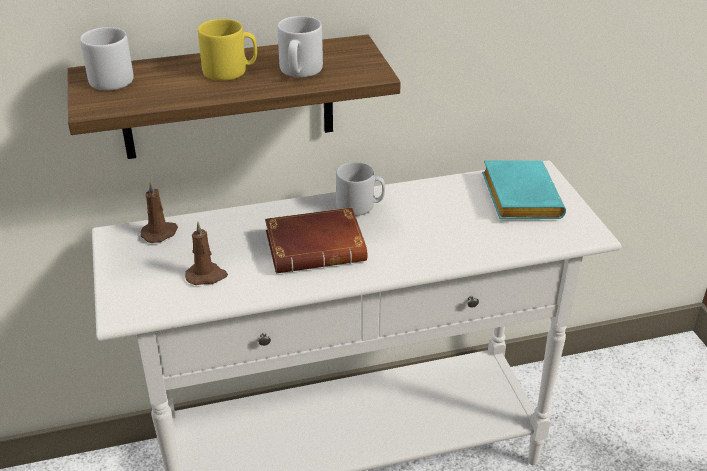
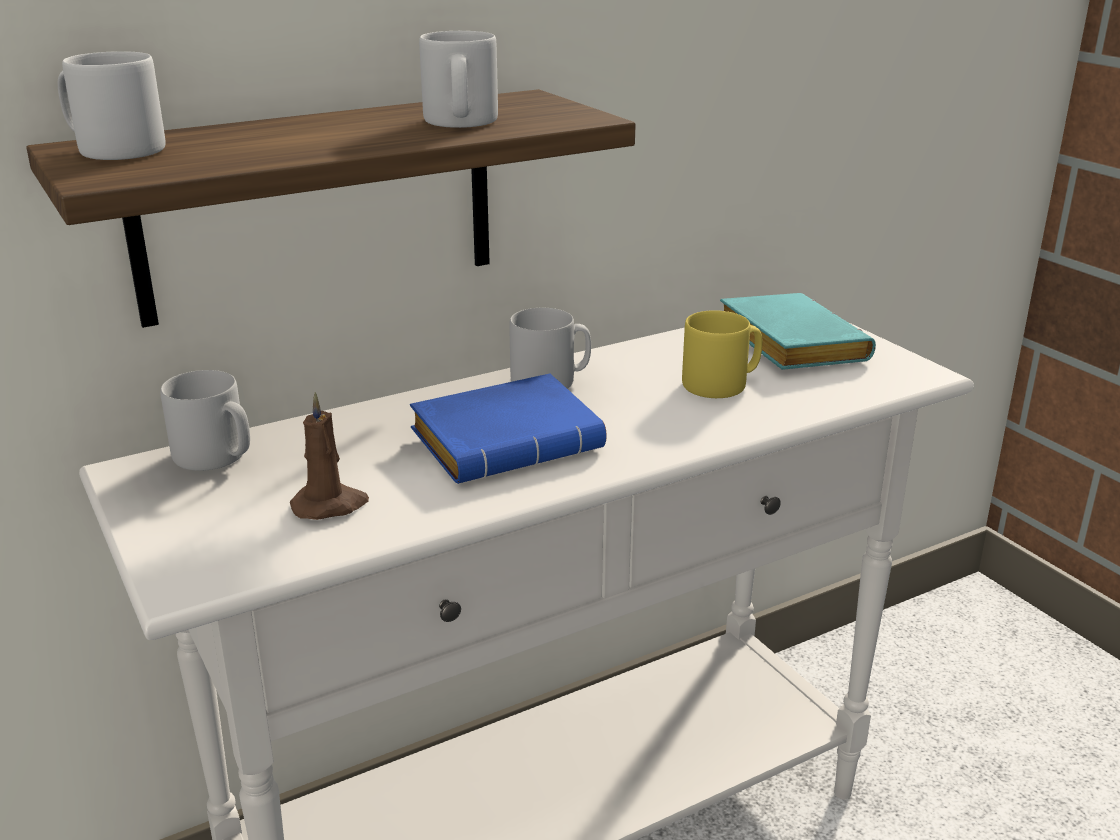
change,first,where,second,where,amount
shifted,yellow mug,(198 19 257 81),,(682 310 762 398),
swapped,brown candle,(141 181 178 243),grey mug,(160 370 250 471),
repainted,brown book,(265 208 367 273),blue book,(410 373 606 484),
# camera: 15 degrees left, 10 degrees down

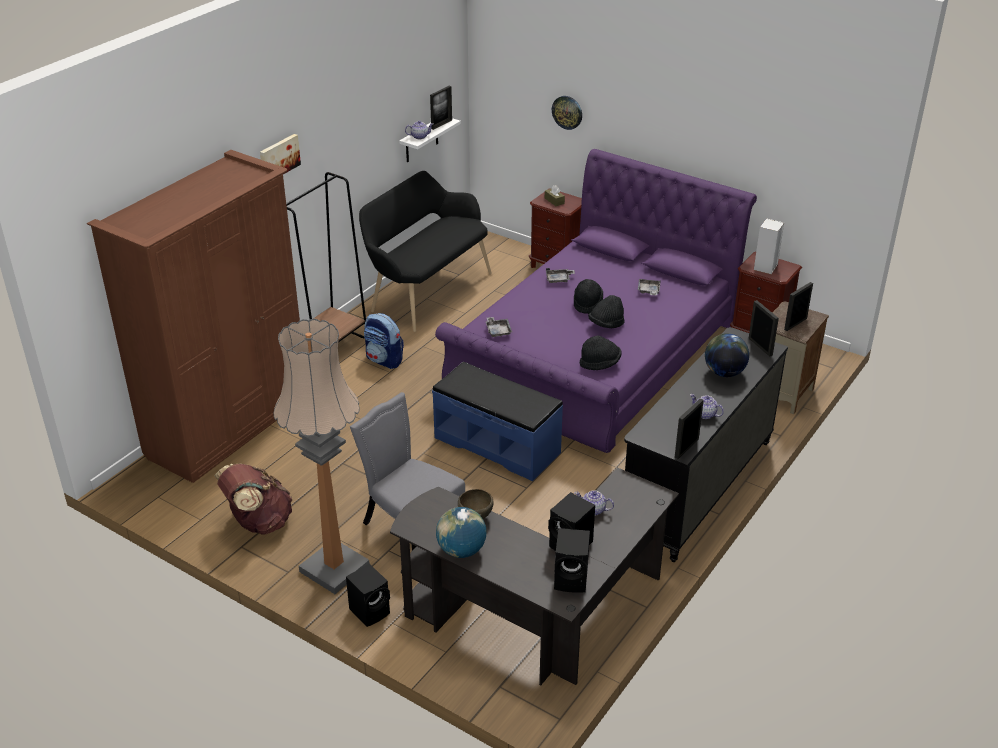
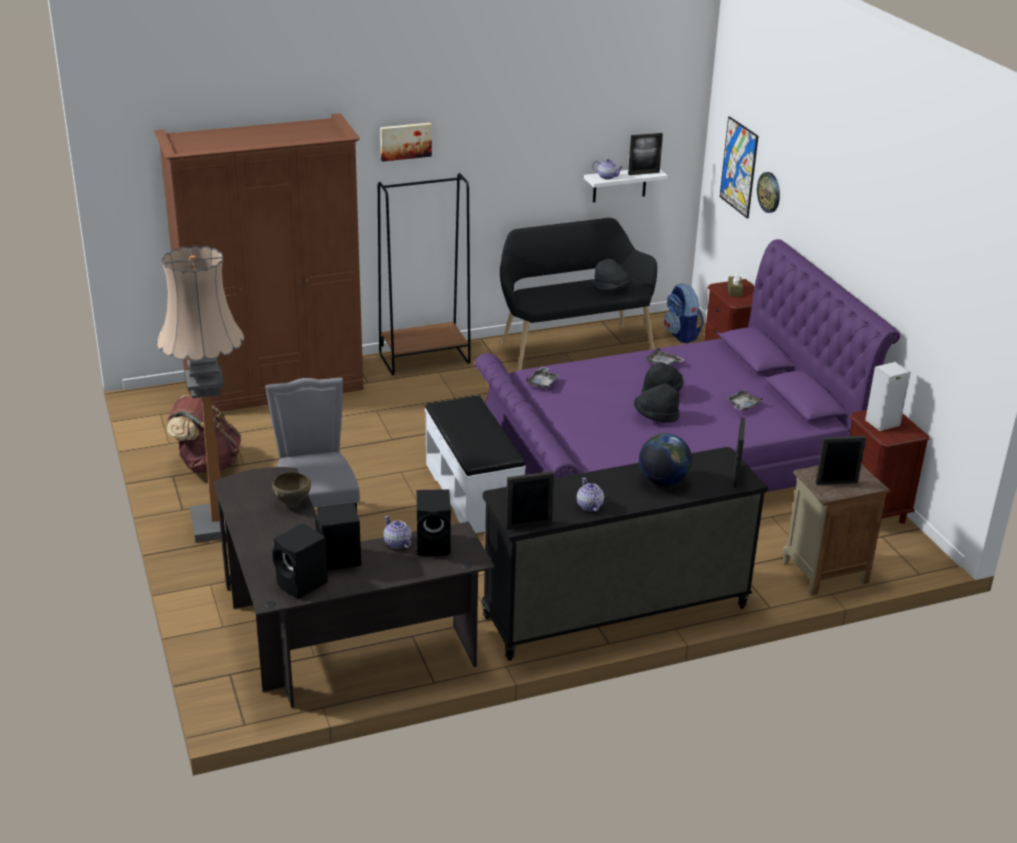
change,first,where,second,where,amount
shifted,backpack,(364 313 404 369),,(664 284 704 343),
shifted,black hat,(580 336 622 370),,(592 259 632 292),
repainted,blue bench,(432 362 563 481),white bench,(425 395 526 533),
gone,globe,(436 507 486 558),,,
shifted,black speaker,(346 564 390 627),,(417 489 451 556),
new,,,picture,(720 116 758 219),
# camera: 35 degrees right, 5 degrees down

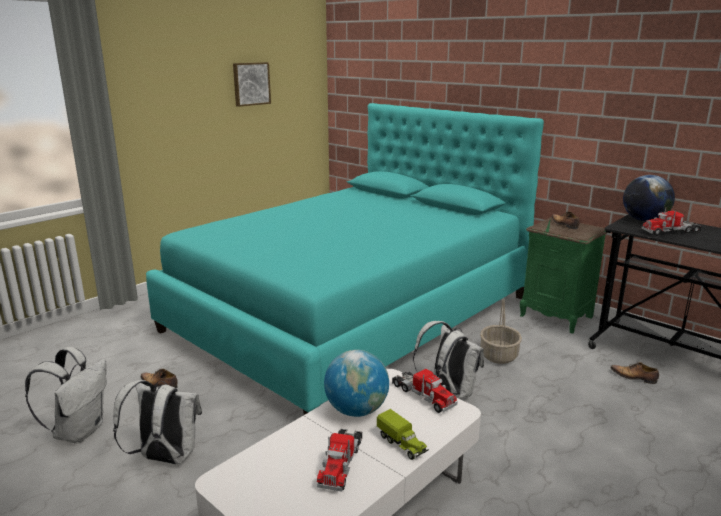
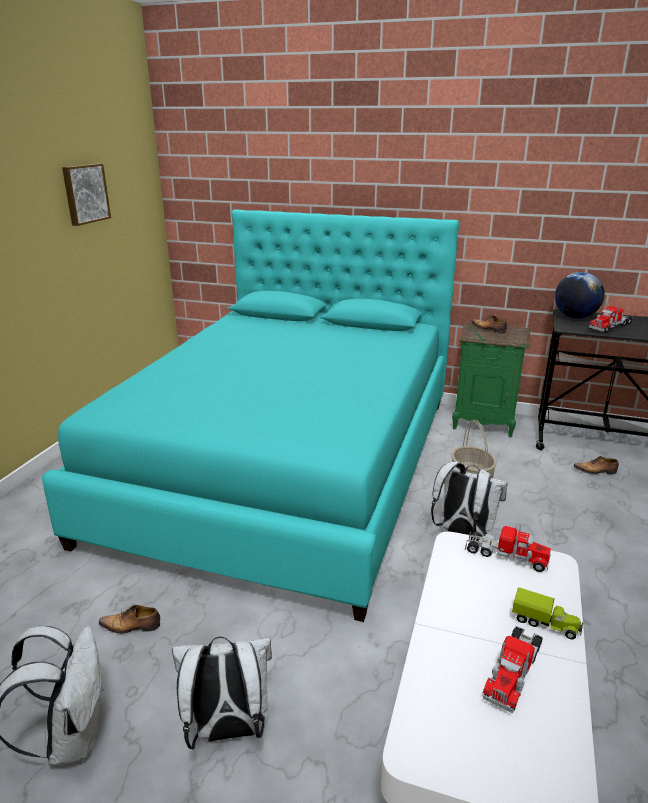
change,first,where,second,where,amount
gone,globe,(324 350 389 417),,,
rotated,toy truck,(317 428 362 492),,(483 626 543 713),45 degrees clockwise
# camera: 25 degrees left, 5 degrees up

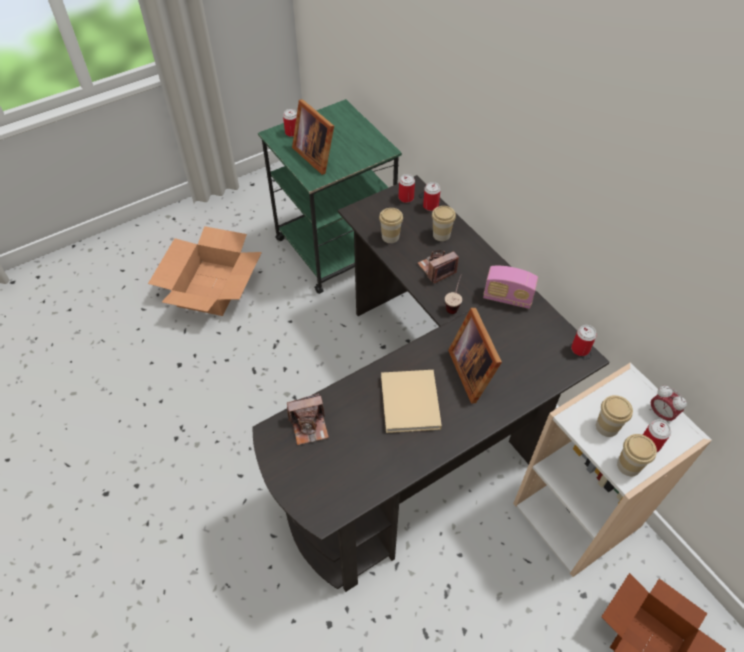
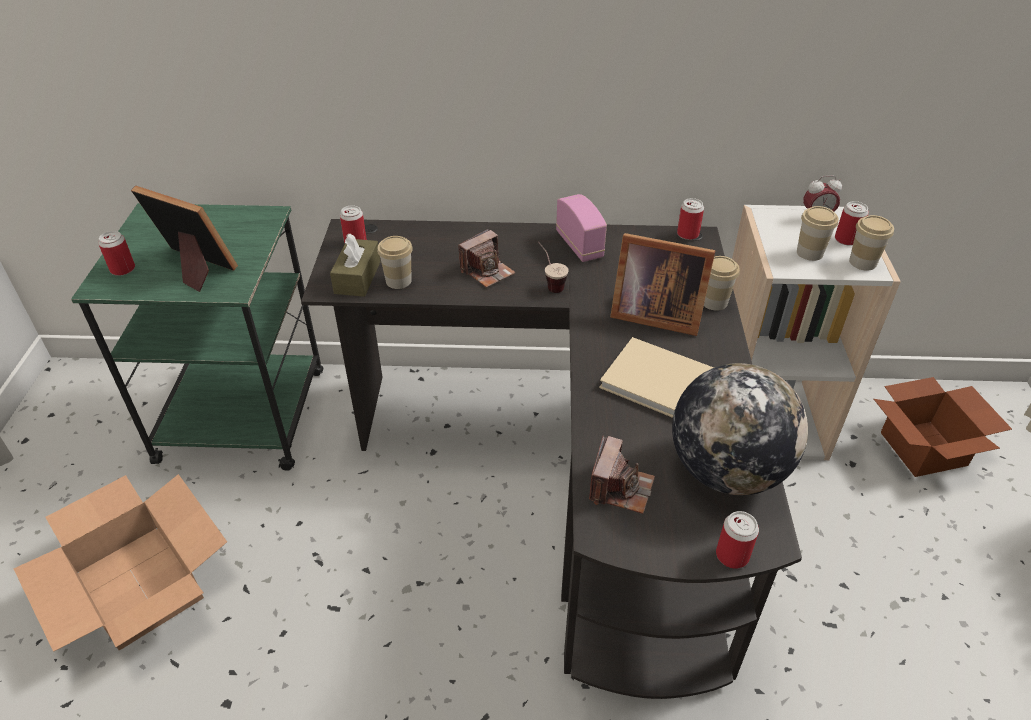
change,first,where,second,where,amount
rotated,picture frame,(292 99 334 175),,(131 186 238 292),150 degrees counterclockwise
shifted,can,(423 182 441 211),,(716 511 759 569),
shifted,cup,(432 206 456 241),,(704 256 740 310),
rotated,photo camera,(418 251 459 284),,(458 229 515 288),135 degrees counterclockwise
rotated,radio,(483 266 538 309),,(556 194 607 262),75 degrees counterclockwise
new,,,brown tissue box,(330 234 381 297),
new,,,globe,(672 363 808 495),
# camera: 55 degrees left, 10 degrees down

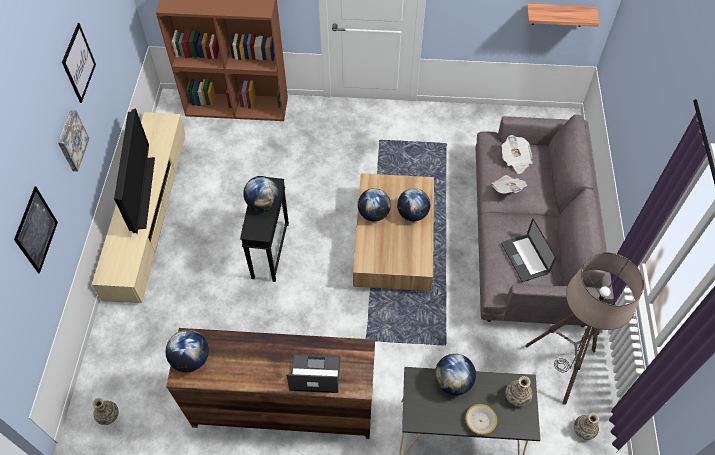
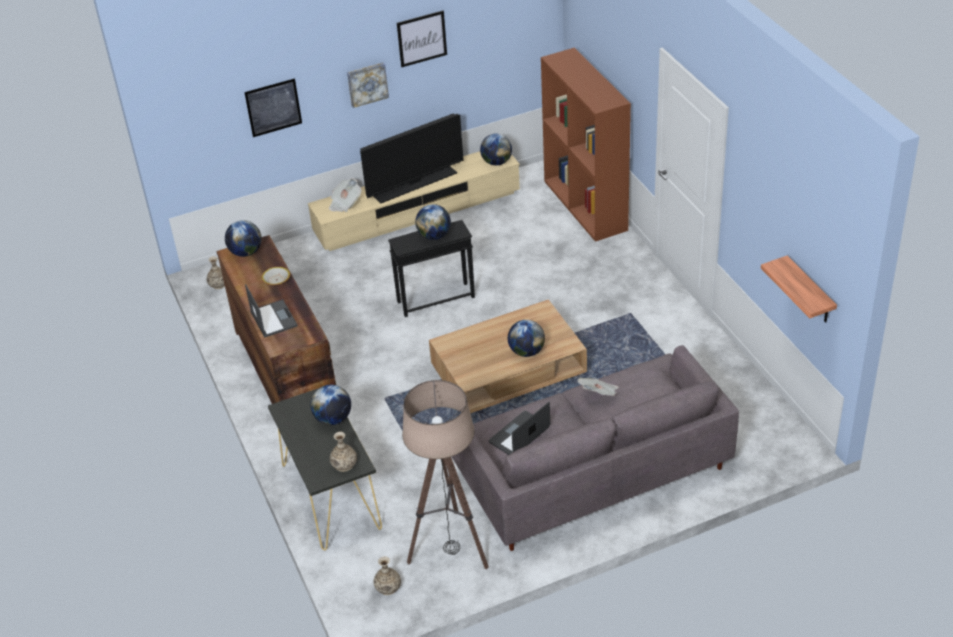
change,first,where,second,where,amount
shifted,newspaper,(502 135 533 174),,(329 178 361 212),
shifted,globe,(358 188 391 221),,(480 134 512 166),
shifted,bowl,(465 404 497 435),,(262 267 290 285),
# camera: 65 degrees right, 15 degrees down

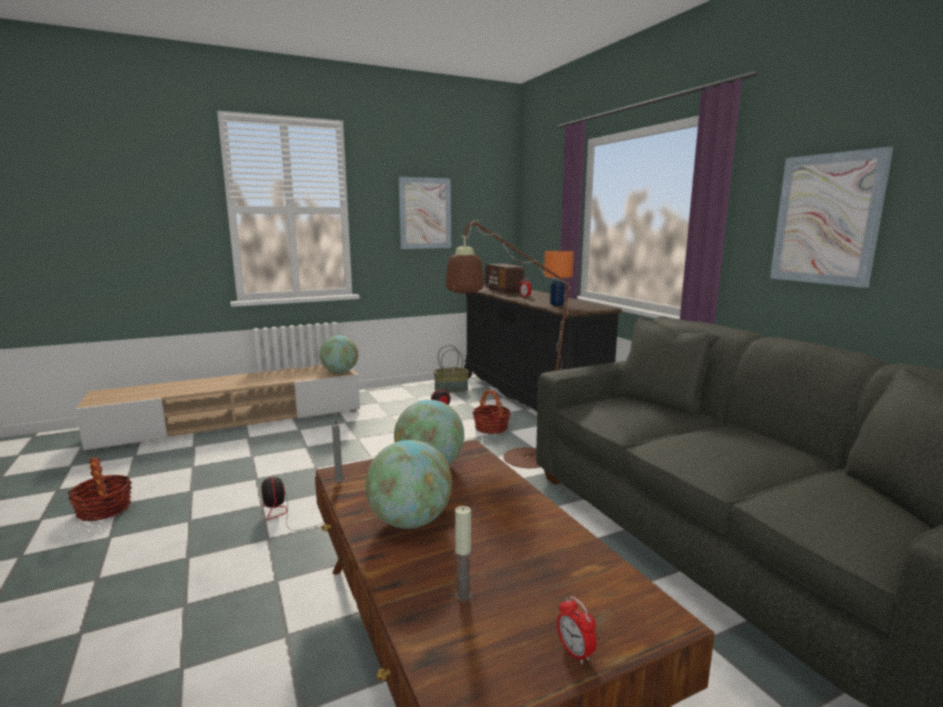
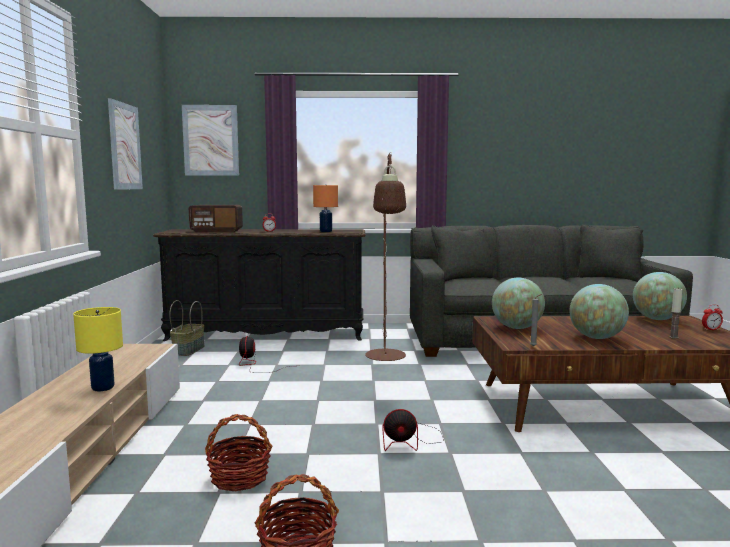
change,first,where,second,where,amount
shifted,picture,(770 147 893 288),,(182 105 239 176),
shifted,globe,(320 336 358 373),,(633 272 687 320),
shifted,basket,(473 390 511 434),,(205 414 273 491),
new,,,yellow table lamp,(73 307 123 391),
# camera: 65 degrees left, 5 degrees down

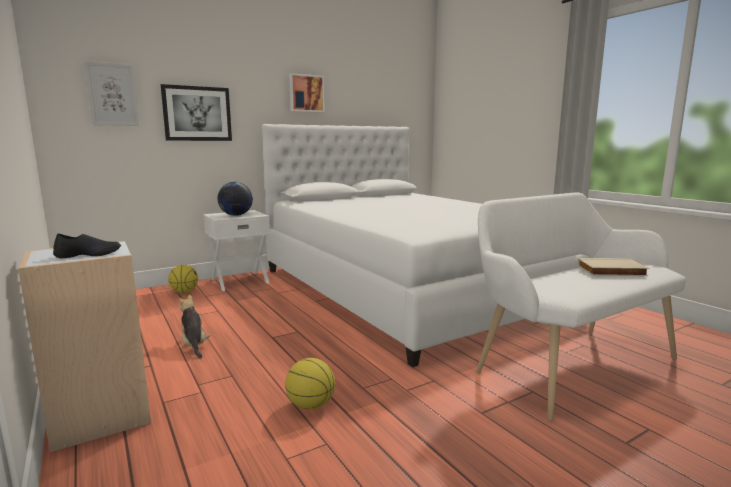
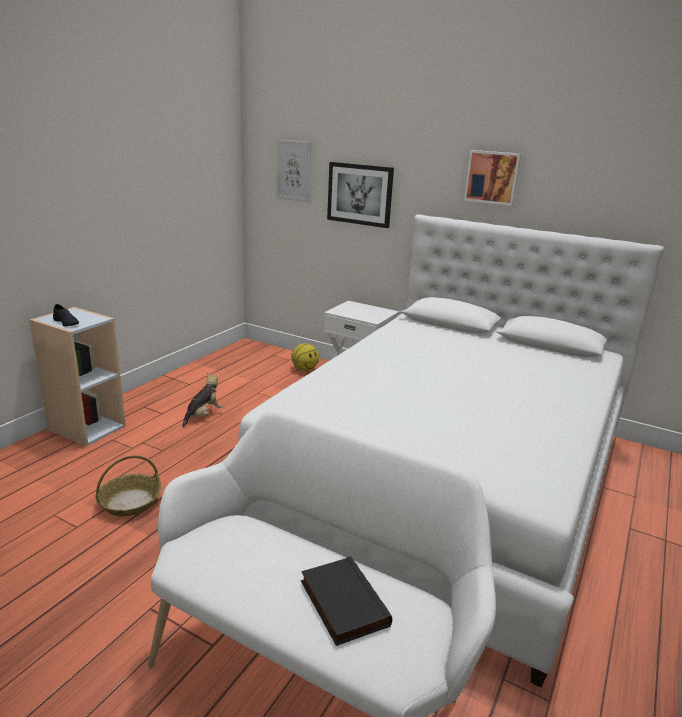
change,first,where,second,where,amount
gone,globe,(217 182 253 216),,,
repainted,beige book,(578 258 649 276),black book,(301 556 392 646),
swapped,basketball,(285 358 335 409),basket,(95 455 161 516),
# camera: 60 degrees right, 10 degrees up

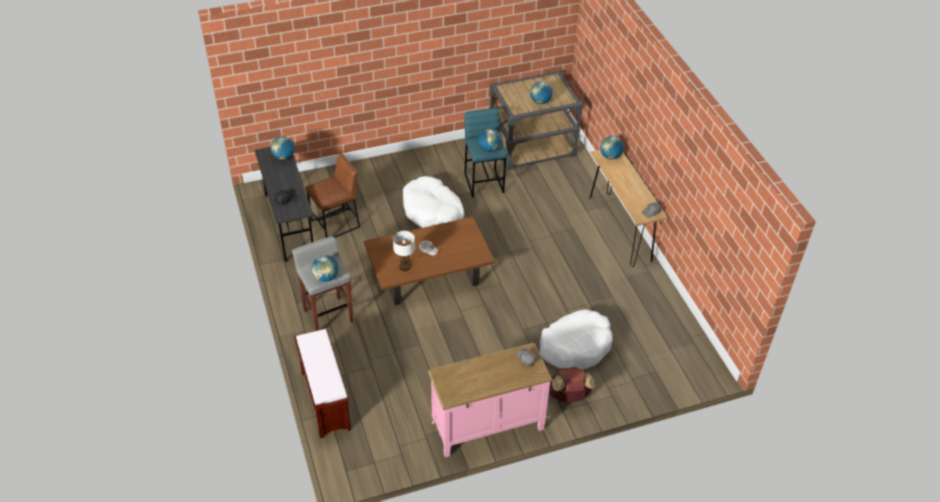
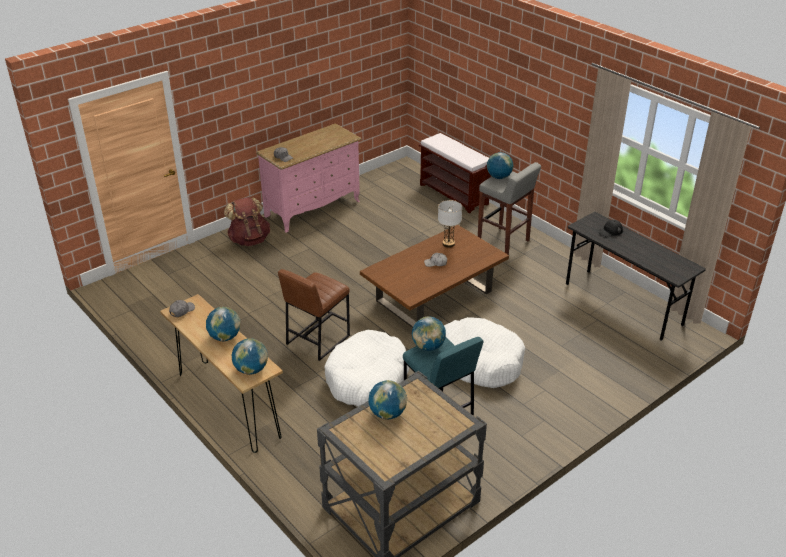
change,first,where,second,where,amount
shifted,globe,(271 136 295 160),,(206 307 240 341),
shifted,brown chair,(305 154 360 238),,(278 269 350 361),
shifted,white dog bed,(540 309 613 369),,(324 330 409 407),
# camera: 160 degrees right, 10 degrees down

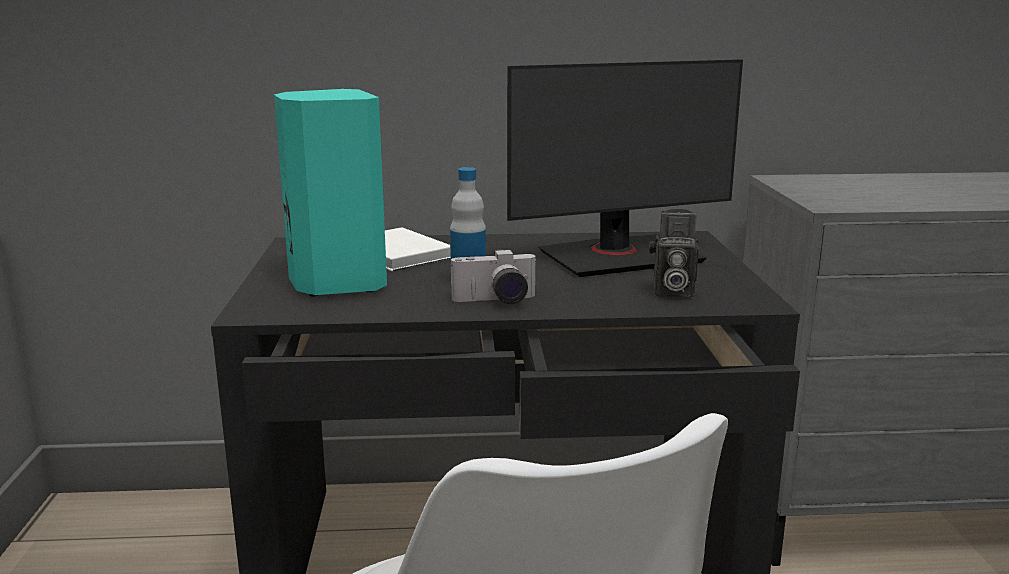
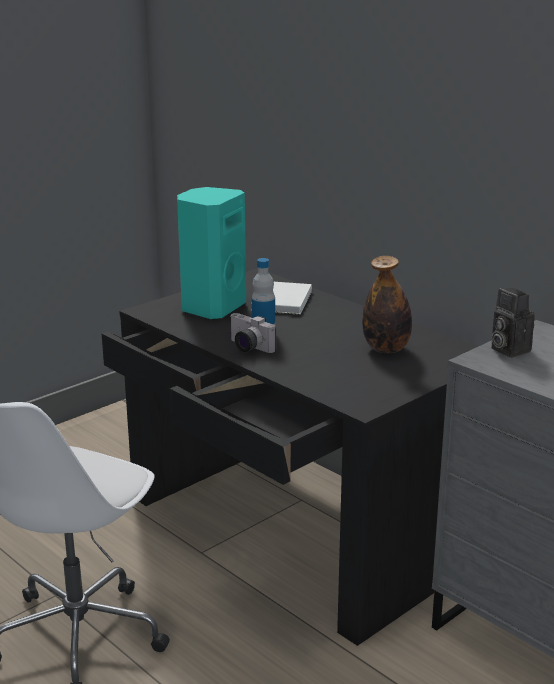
change,first,where,second,where,amount
swapped,monitor,(507 59 743 277),bottle,(362 256 412 353),
shifted,photo camera,(649 209 699 299),,(491 288 535 358),
# camera: 50 degrees right, 5 degrees up

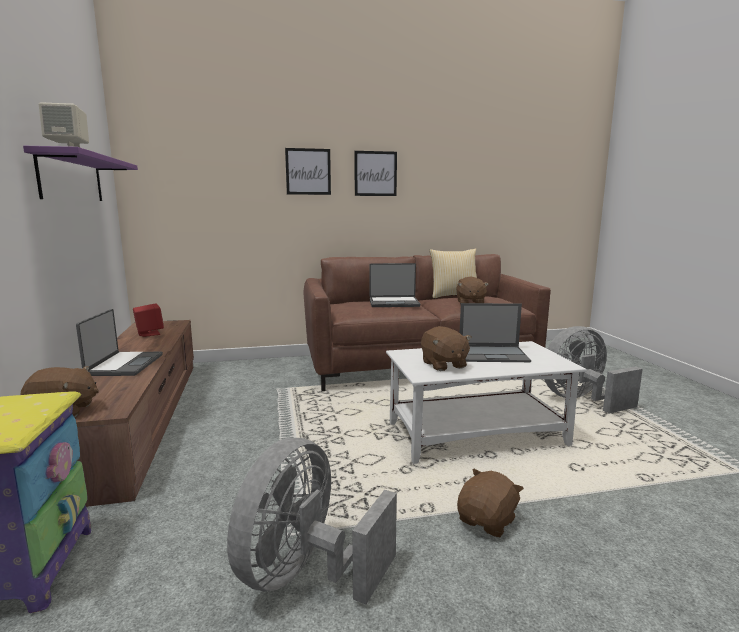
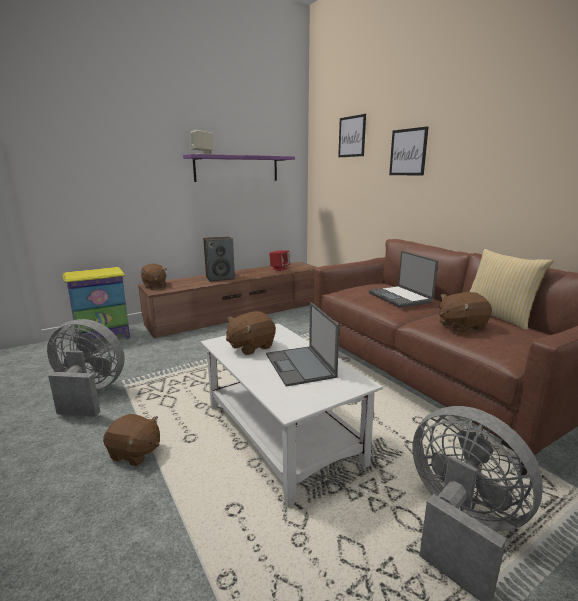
change,first,where,second,where,amount
shifted,picture,(354 151 397 196),,(338 114 366 157),
swapped,laptop,(76 309 163 376),speaker,(203 236 235 282),
# camera: 70 degrees right, 5 degrees up

